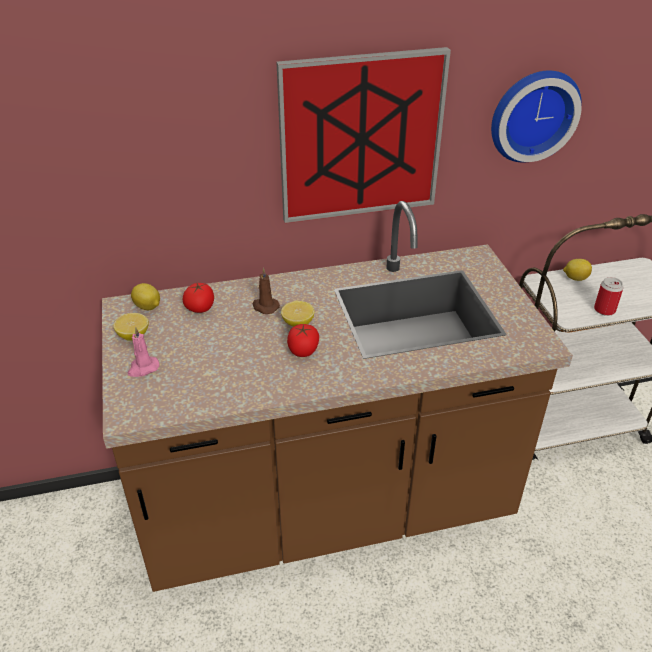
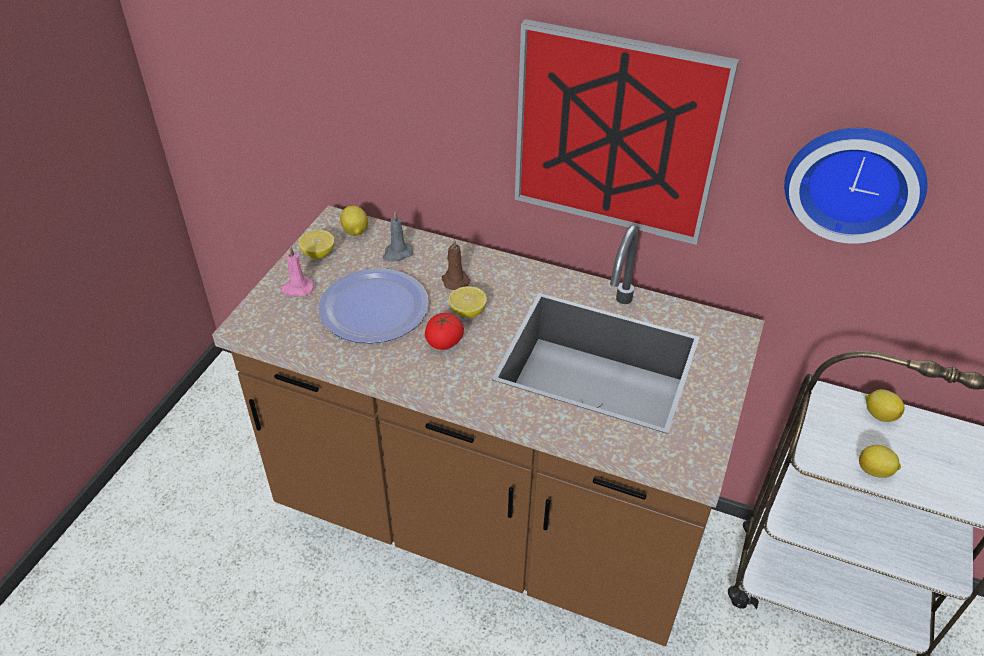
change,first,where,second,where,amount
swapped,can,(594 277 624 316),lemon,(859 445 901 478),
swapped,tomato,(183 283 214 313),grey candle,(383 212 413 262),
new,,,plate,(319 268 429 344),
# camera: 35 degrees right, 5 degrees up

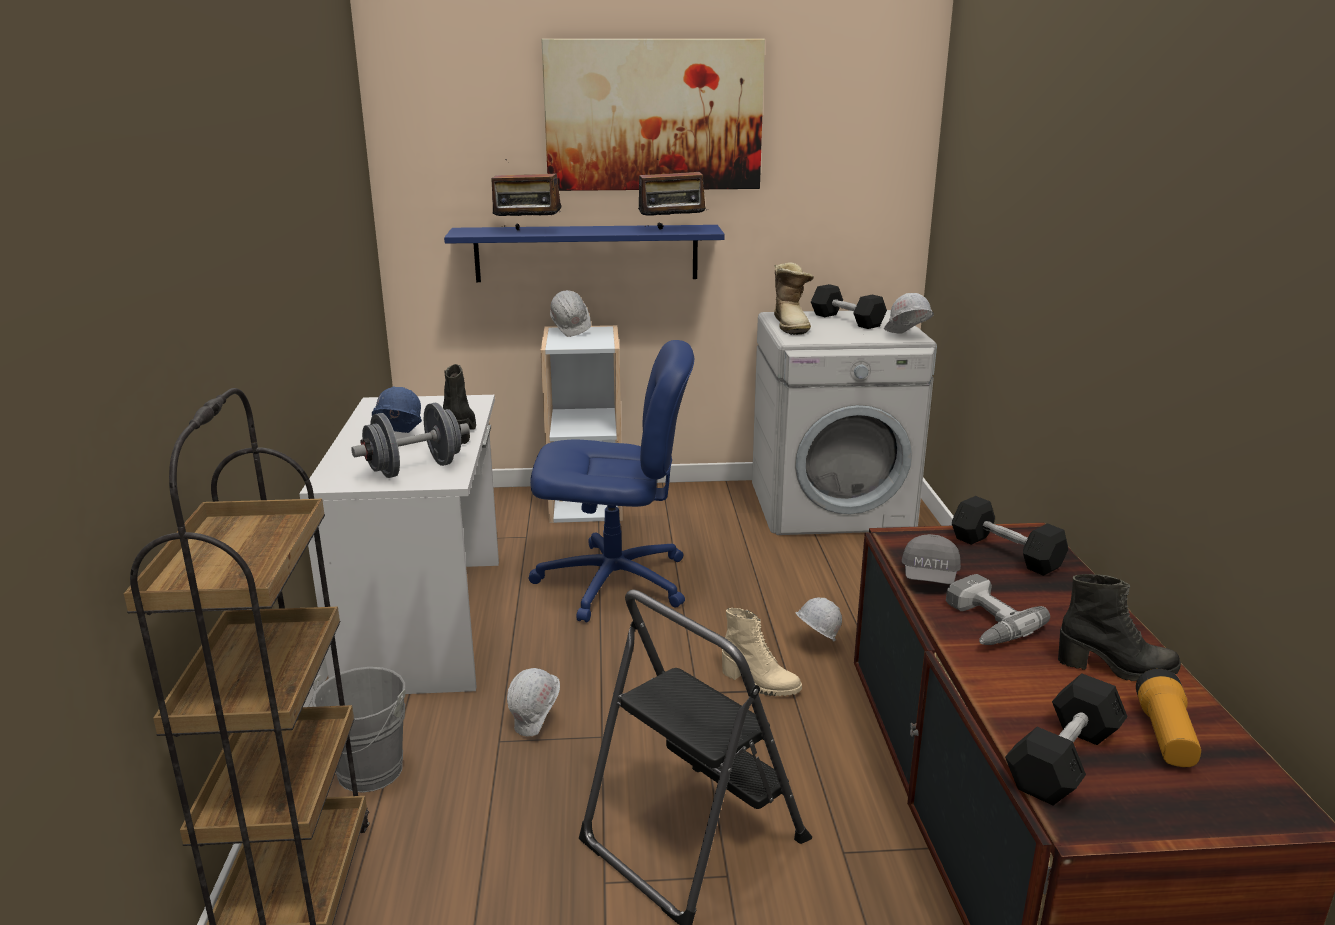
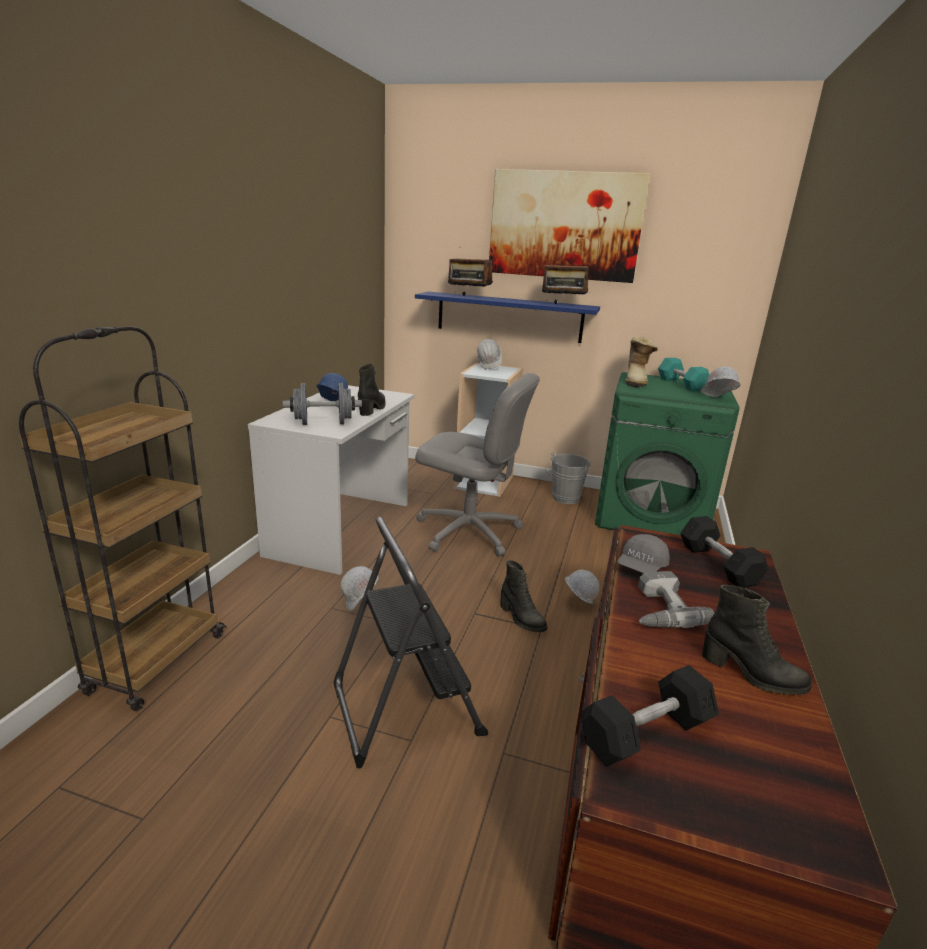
change,first,where,second,where,amount
repainted,black dumbbell,(811 284 887 329),turquoise dumbbell,(658 358 709 391),
repainted,white washing machine,(752 310 937 535),green washing machine,(595 372 740 535),
repainted,blue office chair,(529 340 694 622),grey office chair,(415 373 540 556),
repainted,beige boot,(722 608 802 696),black boot,(500 560 547 633),
shifted,grey bucket,(308 667 406 793),,(546 452 591 504),
gone,flashlight,(1136 669 1201 767),,,
# camera: 20 degrees right, 0 degrees up

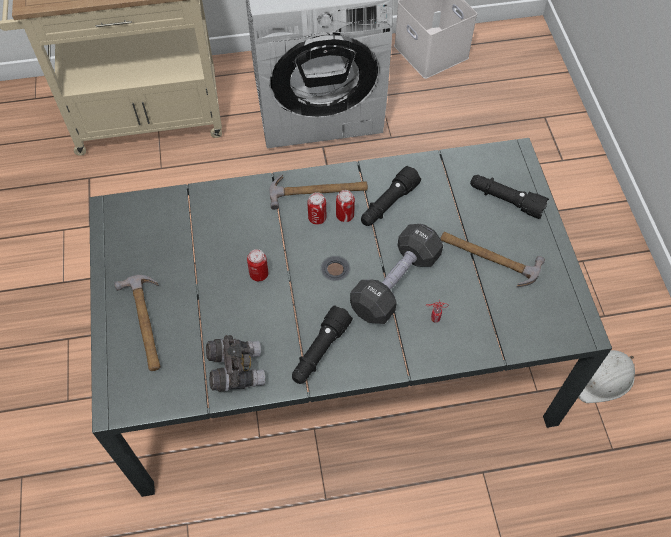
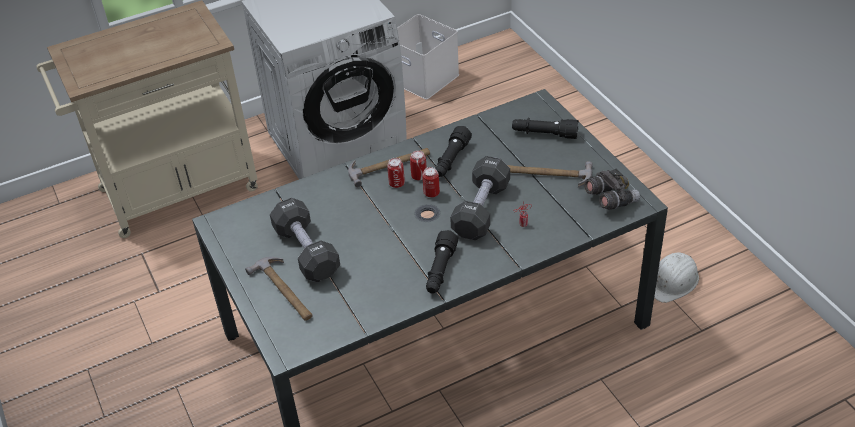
change,first,where,second,where,amount
shifted,can,(247 249 268 281),,(422 167 440 197),
shifted,grey binoculars,(206 335 265 392),,(584 169 640 210),
new,,,black dumbbell,(270 198 340 282),
# camera: 15 degrees left, 15 degrees down

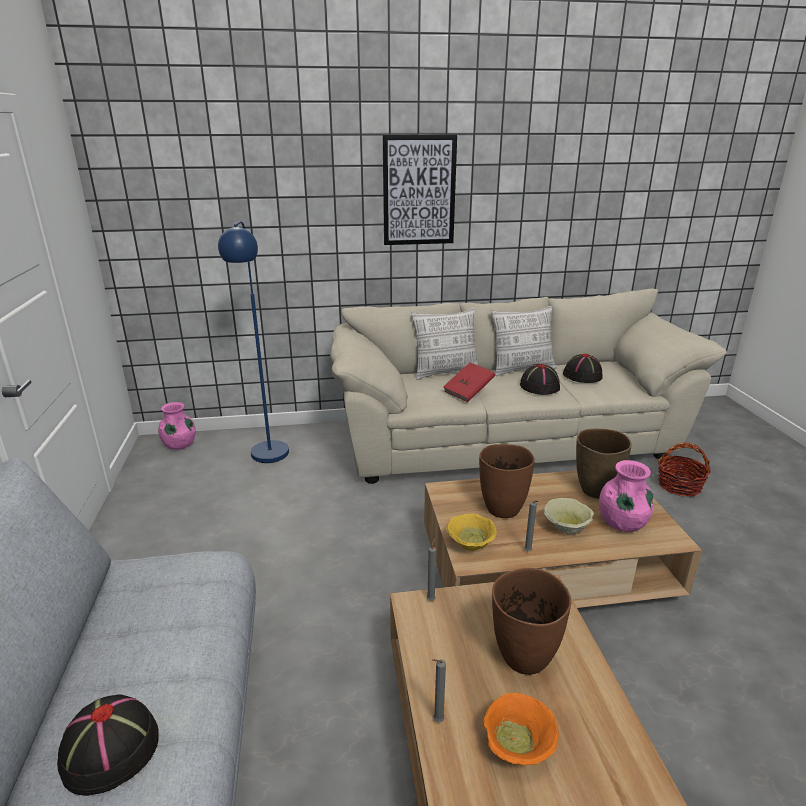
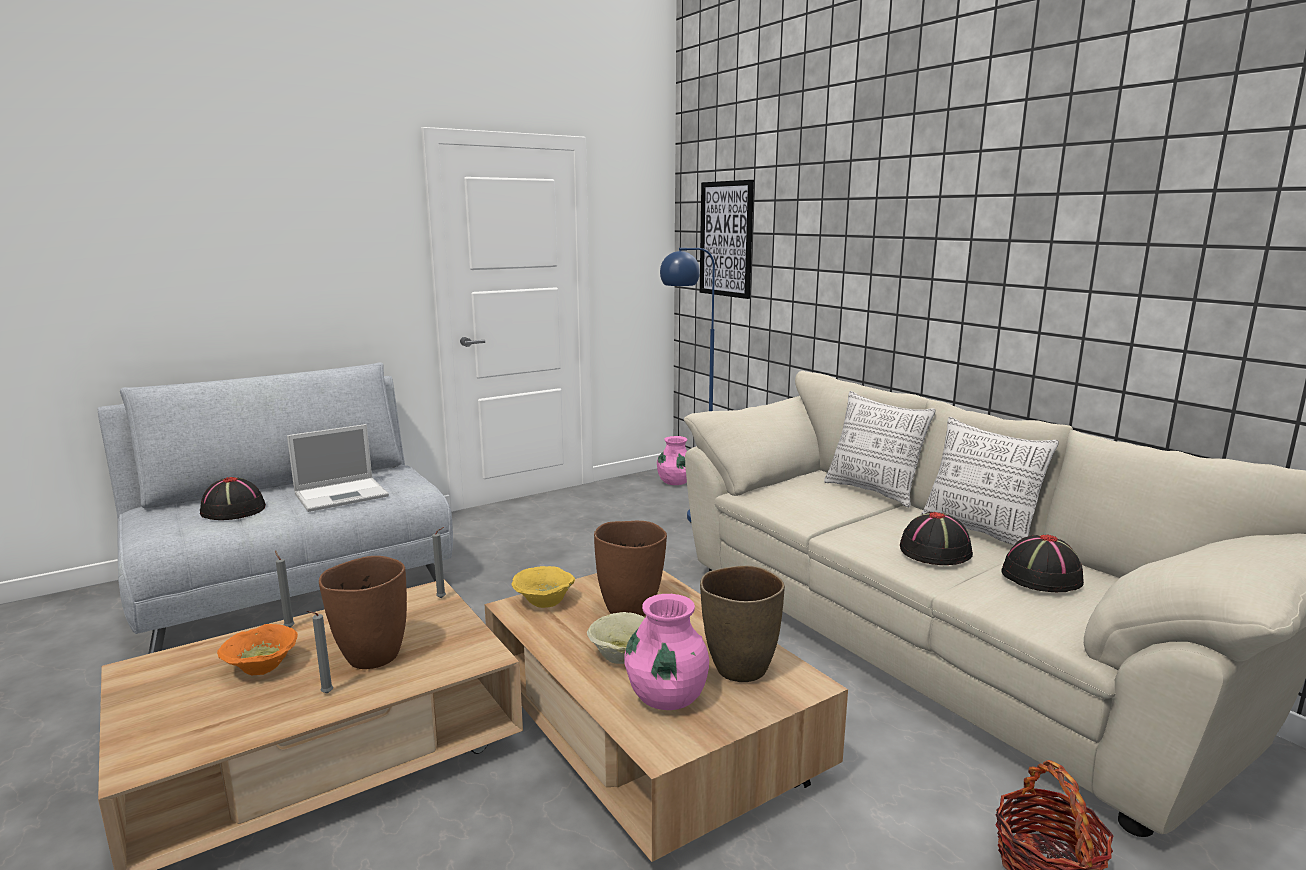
change,first,where,second,where,amount
shifted,picture,(383 135 457 245),,(700 180 754 299),
gone,red book,(443 362 495 402),,,
shifted,grey candle,(524 501 538 551),,(306 611 333 693),
new,,,laptop,(287 424 389 512),
# camera: 65 degrees right, 10 degrees down

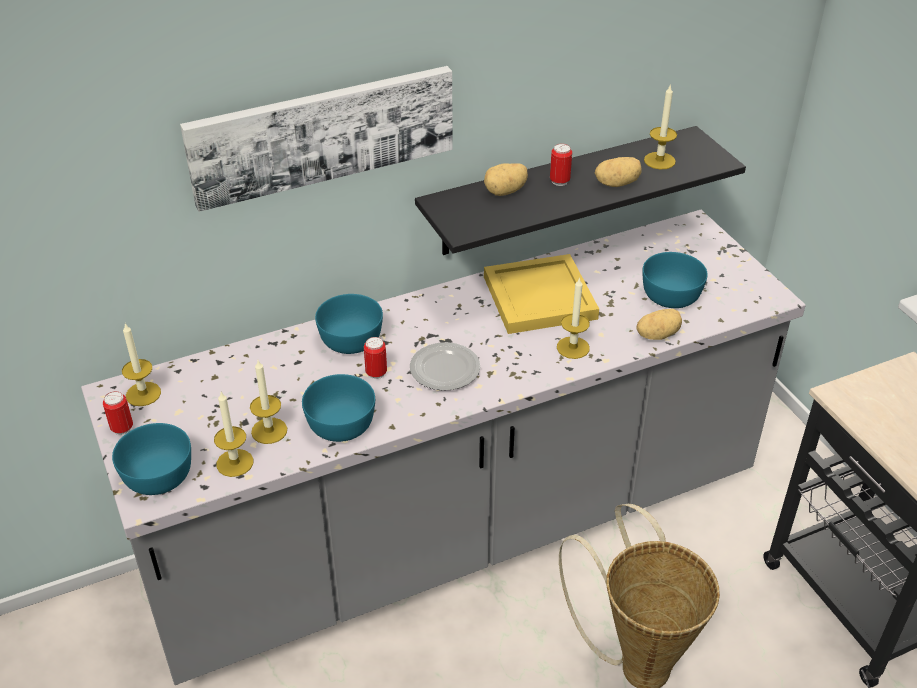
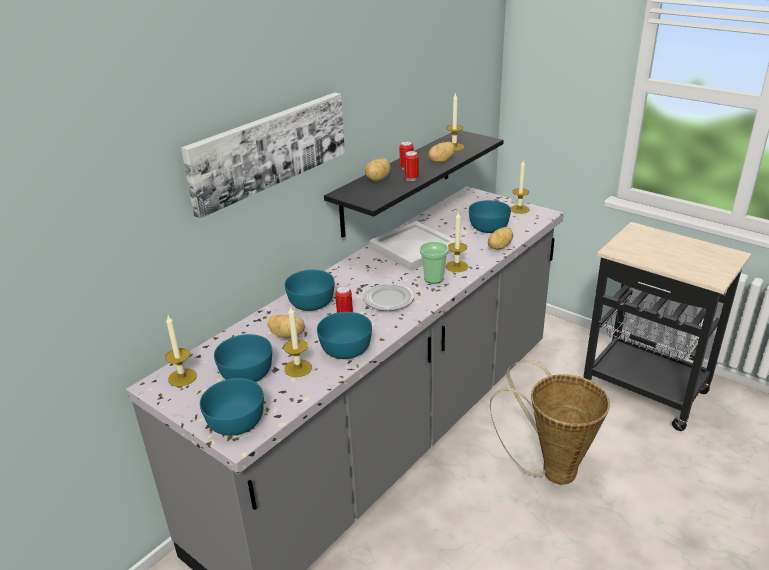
change,first,where,second,where,amount
repainted,yellow tray,(484 254 599 334),white tray,(369 221 455 271),
shifted,can,(103 391 133 435),,(404 151 419 181),
shifted,candle,(214 392 253 477),,(510 160 529 214),
new,,,cup,(420 242 449 284),
new,,,potato,(267 315 305 338),
new,,,turquoise bowl,(214 334 272 382),
# camera: 25 degrees left, 10 degrees down

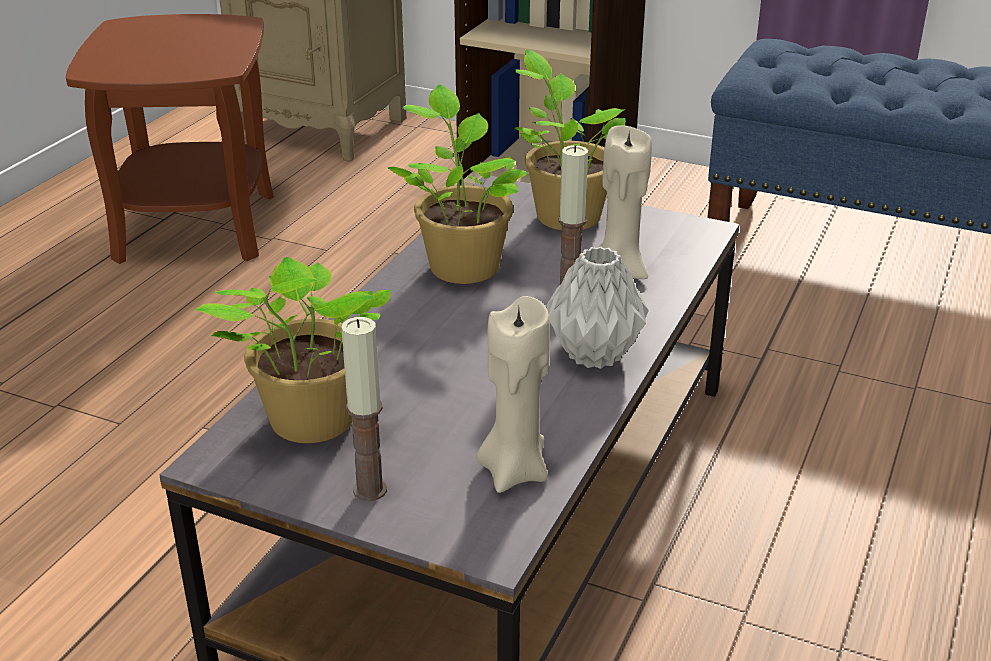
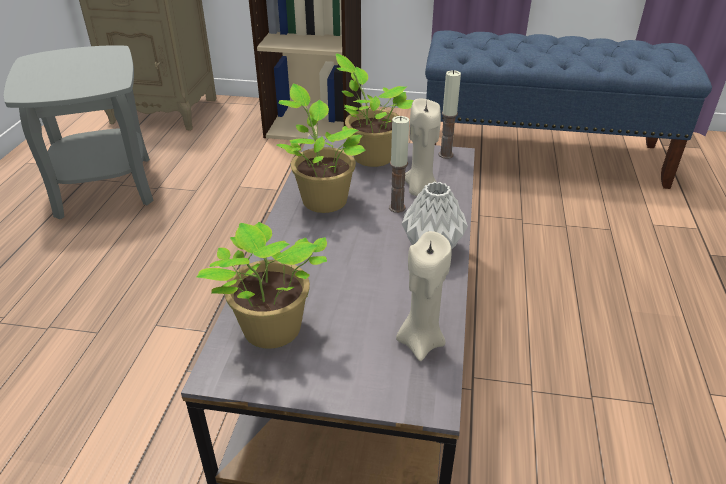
change,first,where,second,where,amount
repainted,brown side table,(66 14 274 264),grey side table,(3 45 154 220),
shifted,candle,(341 317 387 501),,(439 70 461 159),
# camera: 15 degrees left, 5 degrees up

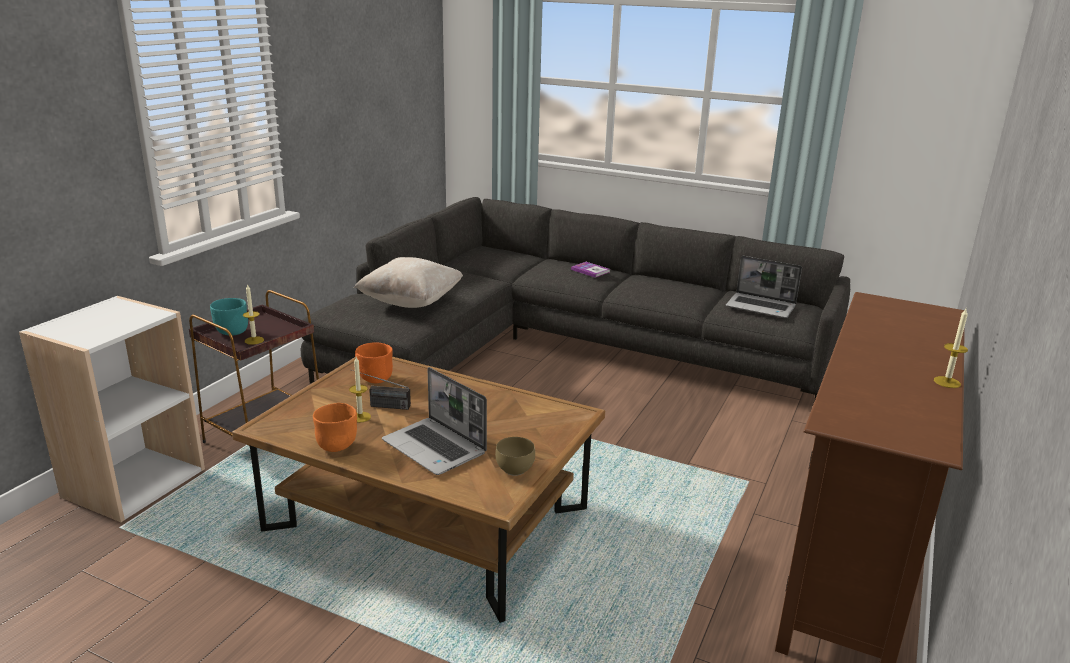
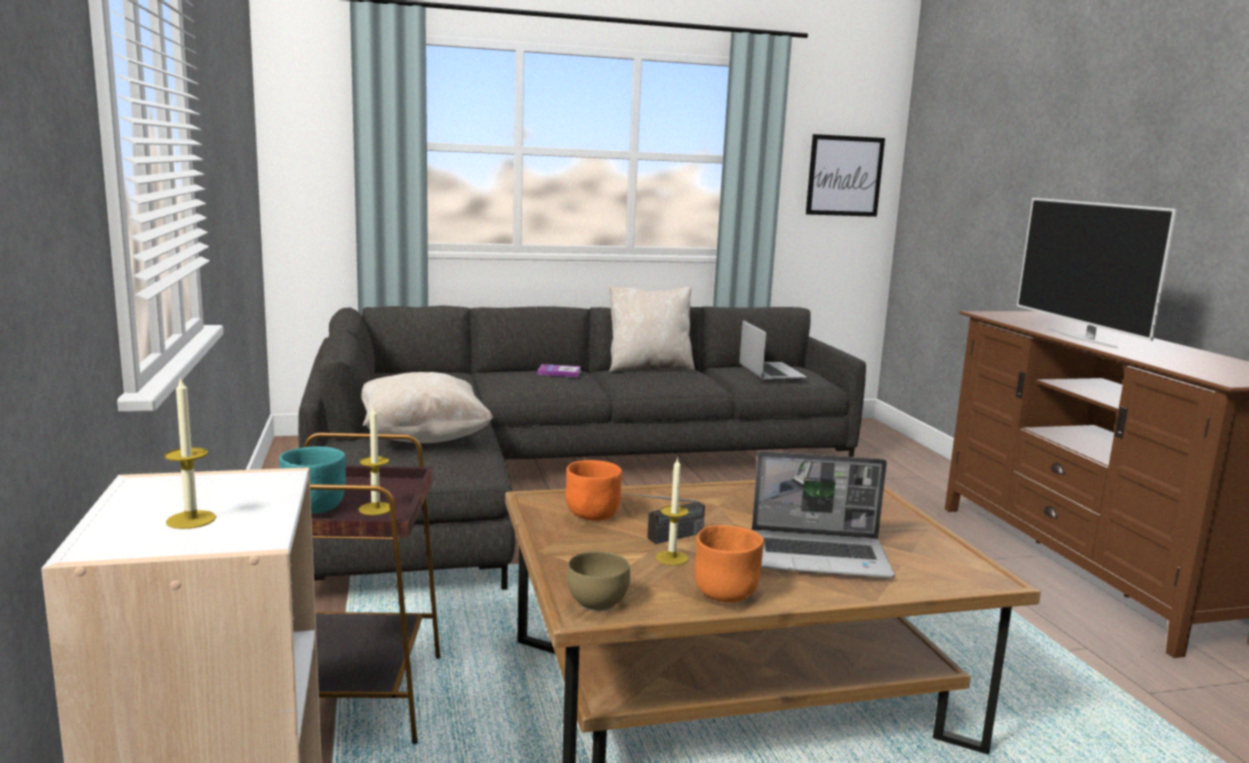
change,first,where,second,where,amount
rotated,laptop,(726 256 802 318),,(739 320 807 381),90 degrees counterclockwise
shifted,candle,(934 309 968 388),,(164 376 216 529),
shifted,brown bowl,(495 437 535 476),,(567 551 630 611),
new,,,picture,(806 134 885 217),
new,,,television,(1017 198 1177 349),
new,,,beige pillow,(609 285 695 372),
# camera: 40 degrees left, 10 degrees down

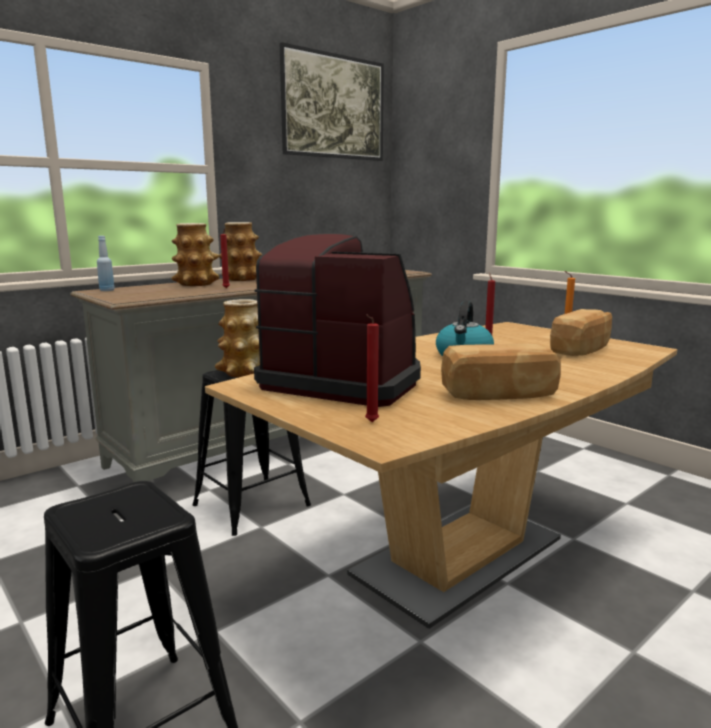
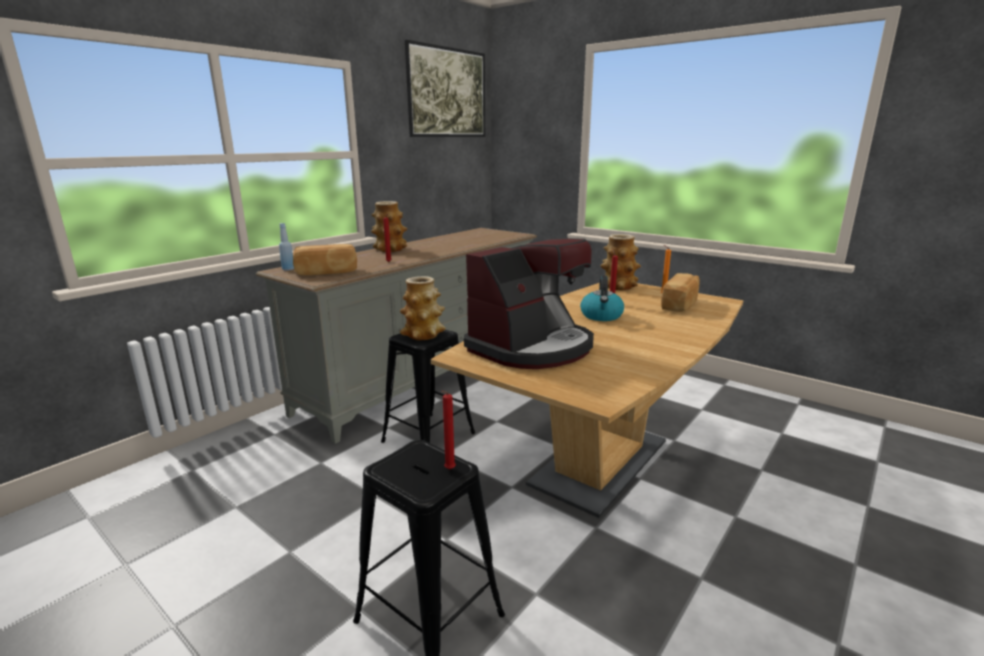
change,first,where,second,where,amount
shifted,vase,(171 223 220 286),,(600 234 641 290),
rotated,coffee machine,(254 233 421 407),,(464 238 594 369),120 degrees clockwise
shifted,red candle,(365 315 379 422),,(442 391 456 469),
shifted,bread,(441 344 561 400),,(293 244 357 275),
# camera: 10 degrees left, 5 degrees up

